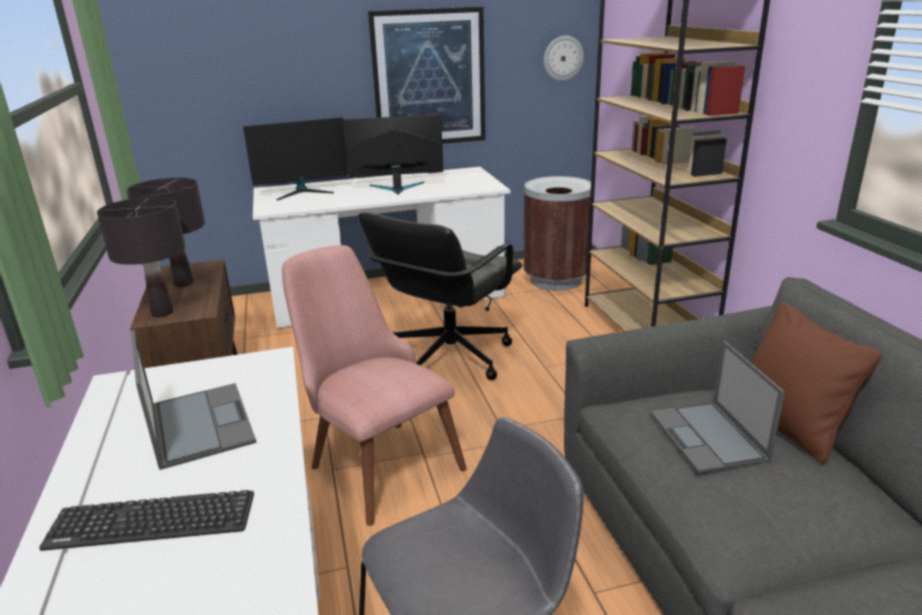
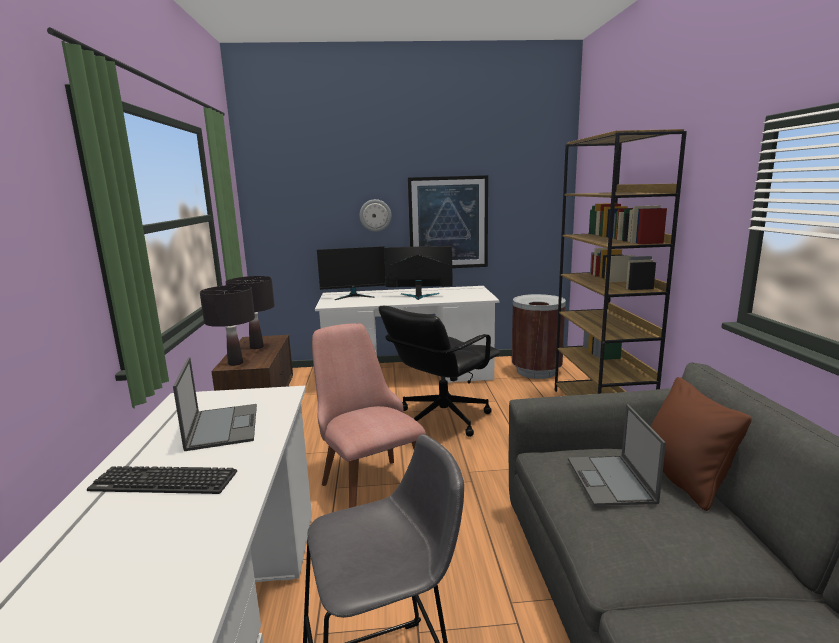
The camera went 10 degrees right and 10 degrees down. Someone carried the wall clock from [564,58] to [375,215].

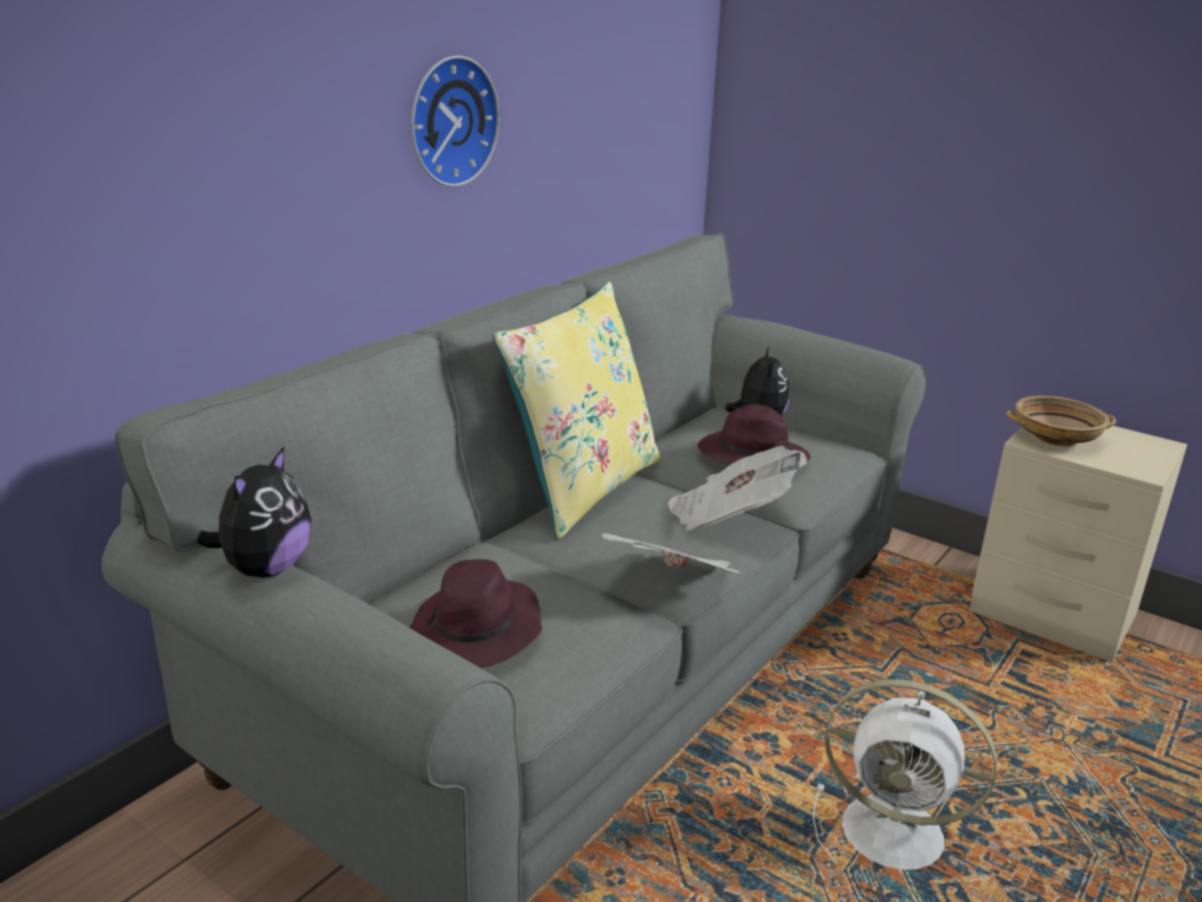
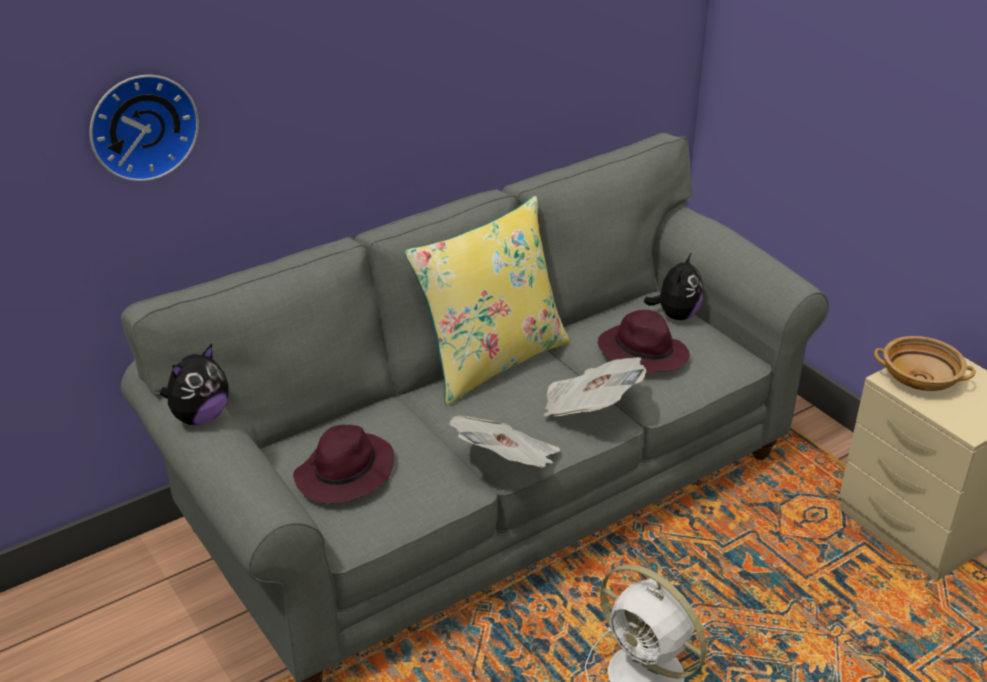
The camera went 20 degrees right and 10 degrees up. Someone carried the wall clock from [455,121] to [144,128].

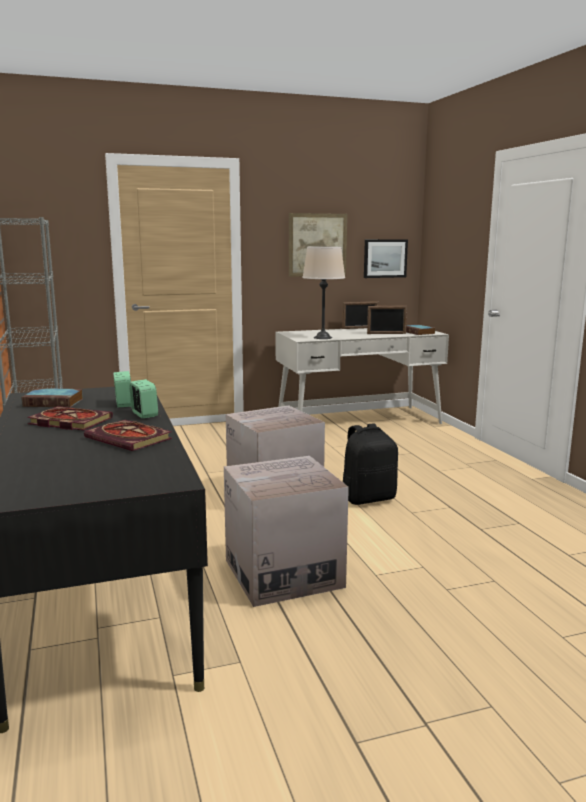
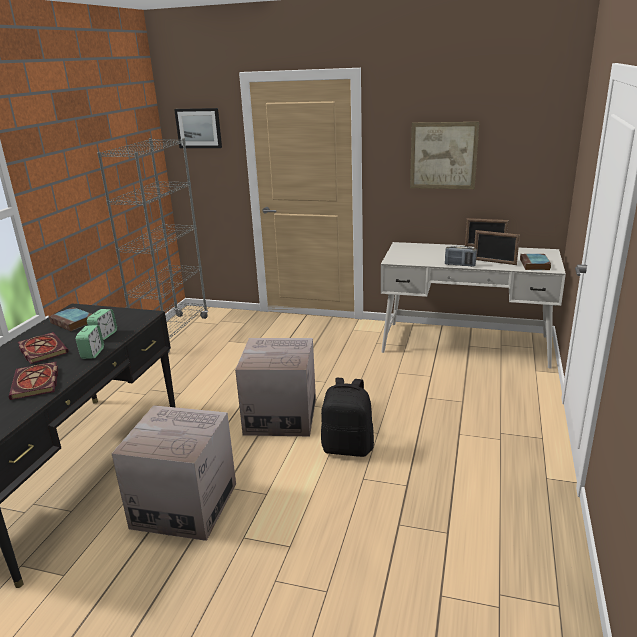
The camera went 35 degrees right and 10 degrees up. Someone took away the beige lamp for a table at [323,292]. Someone put down the radio at [461,256]. Someone carried the wall art from [386,258] to [198,128].

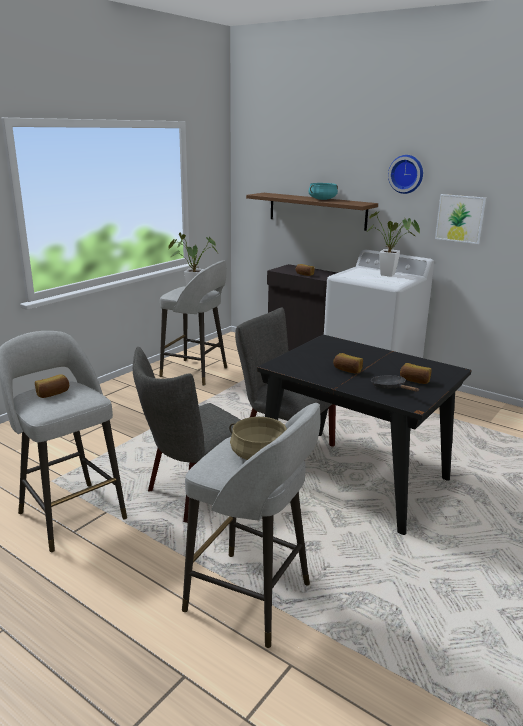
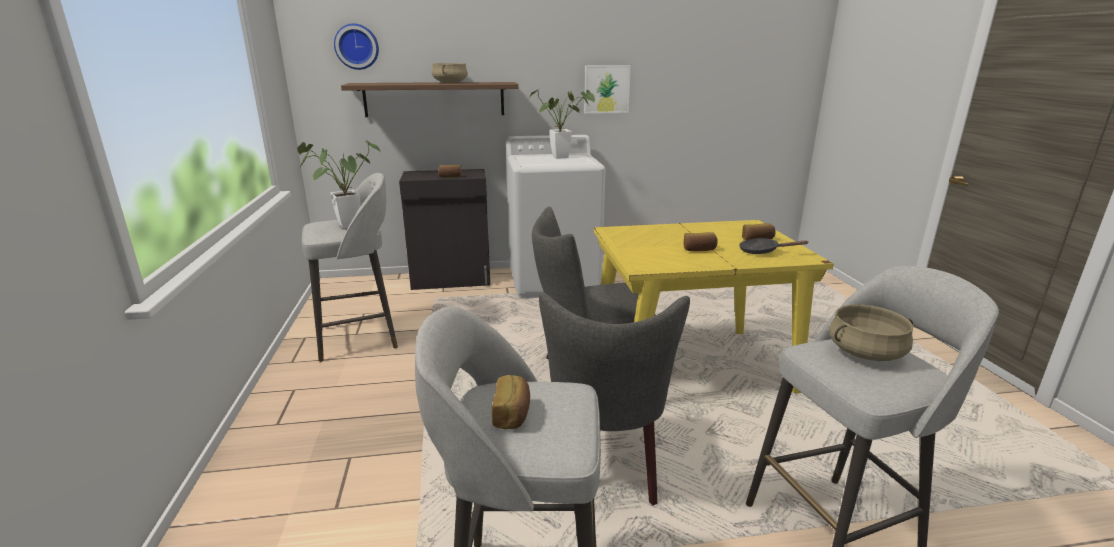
The camera went 45 degrees left and 0 degrees up. Someone carried the wall clock from [405,174] to [356,47]. Someone repainted the black dining table at [364,434], which became the yellowish dining table at [714,307]. Someone repainted the turquoise stockpot at [323,191], which became the beige stockpot at [450,73].

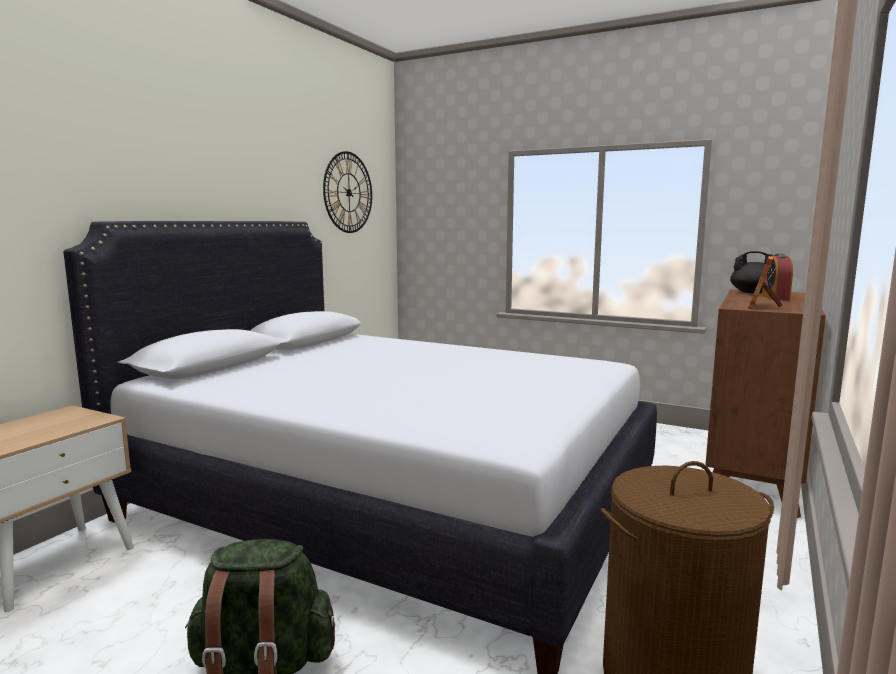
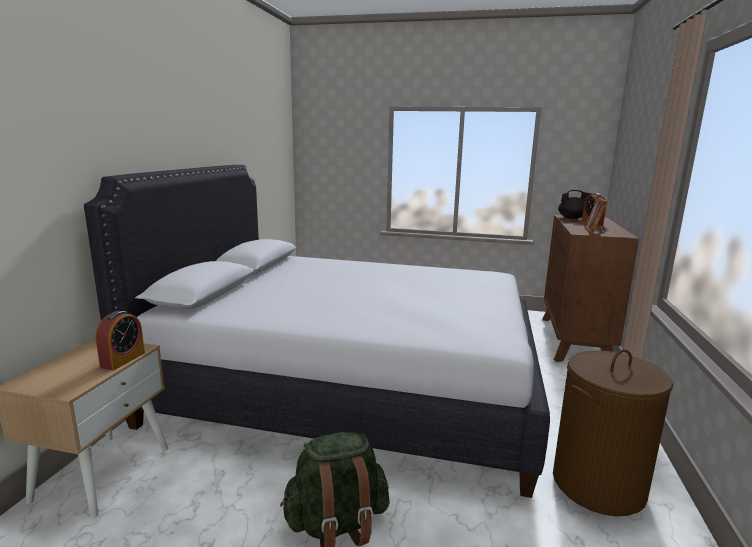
The camera went 15 degrees left and 5 degrees up. Someone took away the wall clock at [347,192]. Someone put down the bedside clock at [120,340].

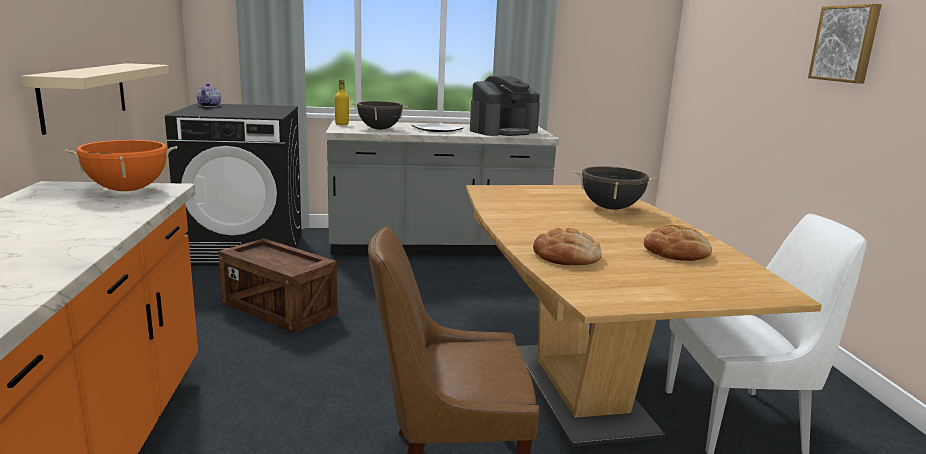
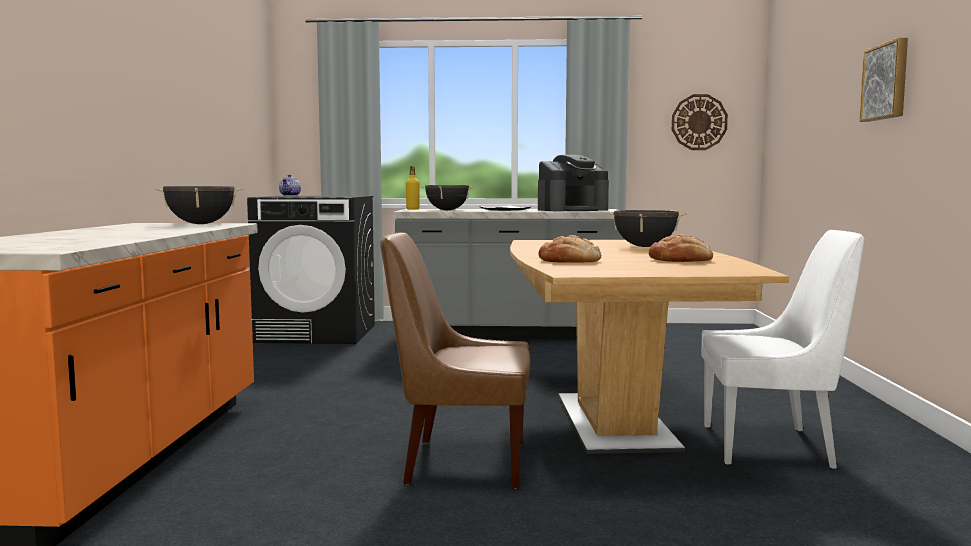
The camera went 10 degrees right and 10 degrees down. Someone took away the beige shelf at [95,99]. Someone took away the shipping crate at [278,285]. Someone put up the wall clock at [700,122]. Someone repainted the orangey stockpot at [121,165], which became the black stockpot at [198,205].

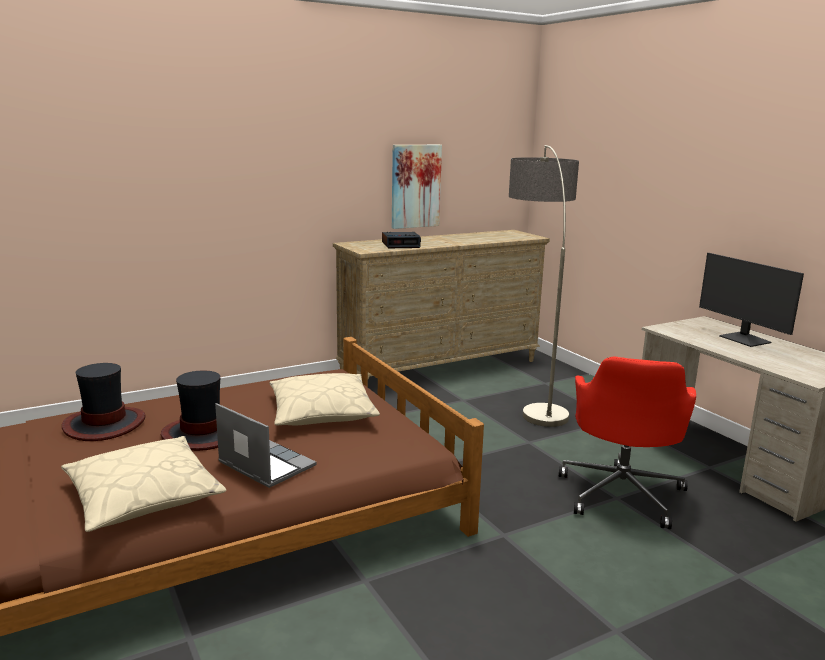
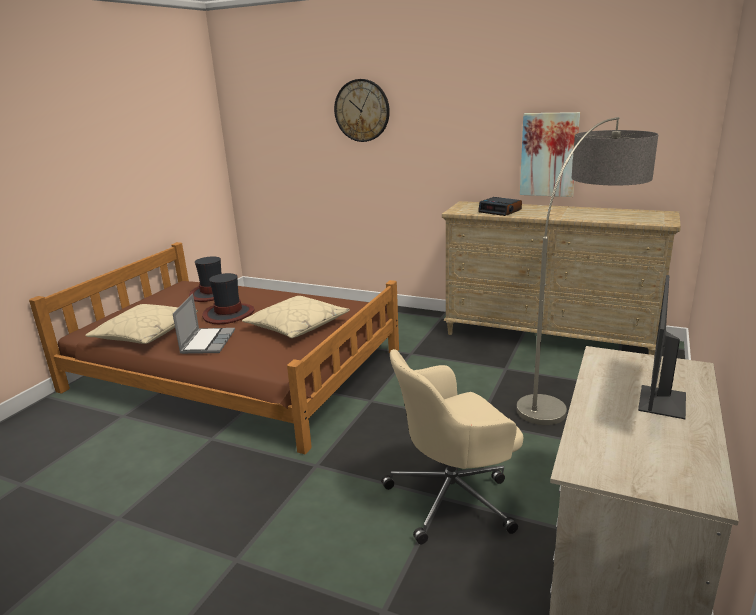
The camera went 55 degrees right and 5 degrees up. Someone put up the wall clock at [362,110]. Someone repainted the red computer chair at [627,442], which became the beige computer chair at [452,446].

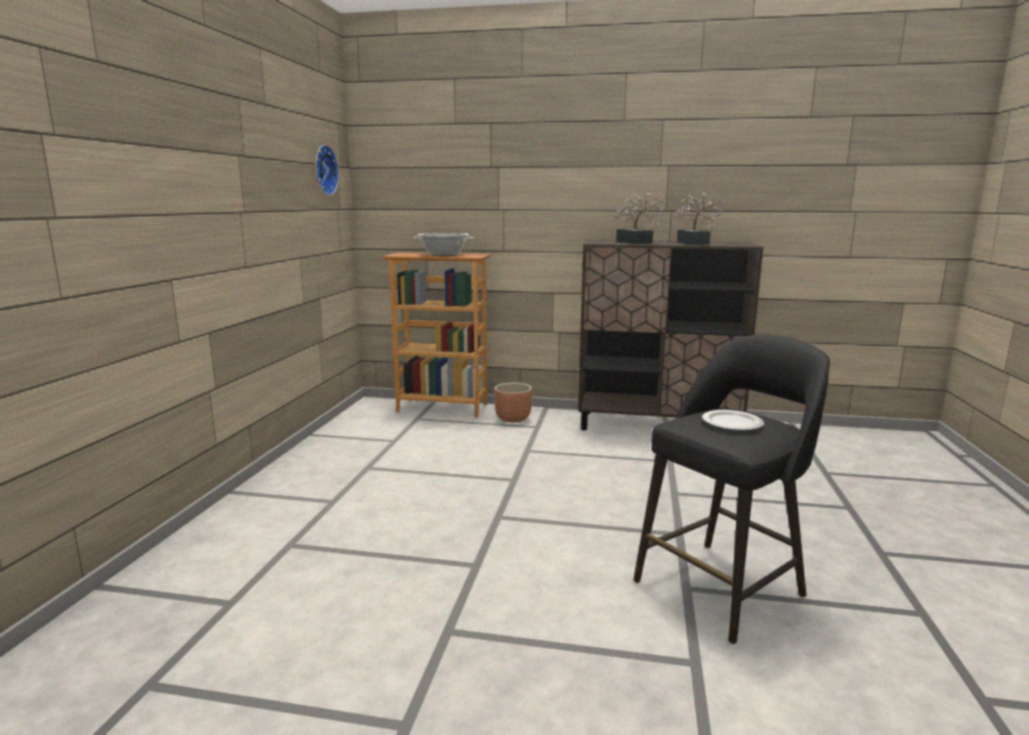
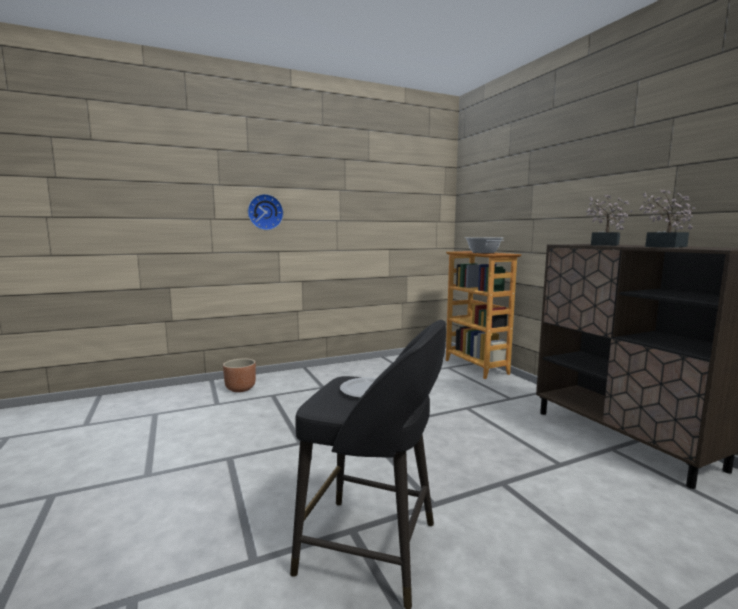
The camera went 55 degrees right and 5 degrees down. Someone carried the wall clock from [327,170] to [266,212]. Someone carried the brown-coloured planter from [513,402] to [239,375].

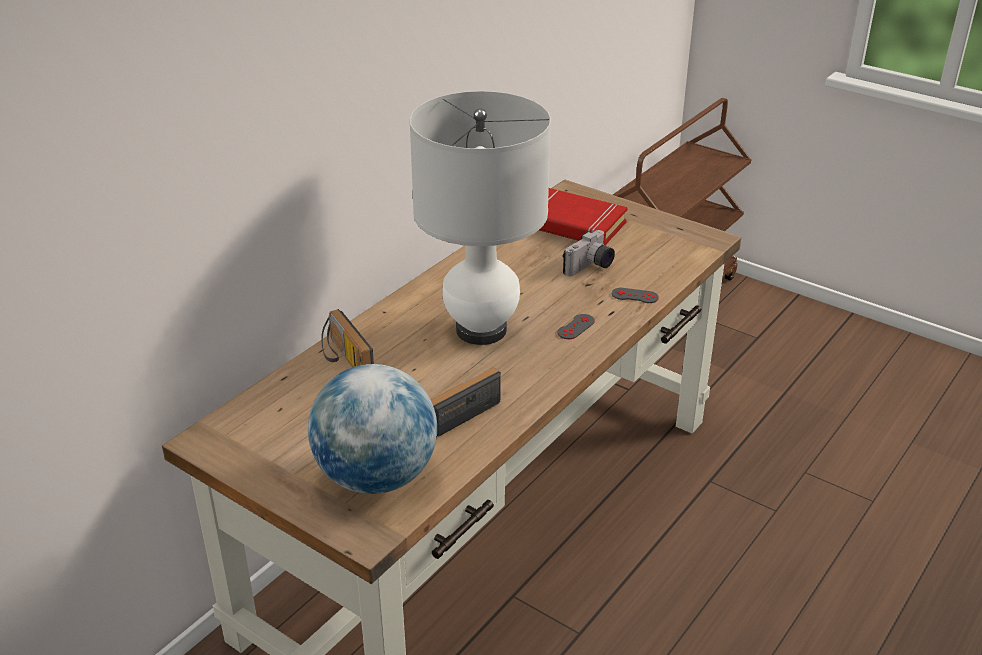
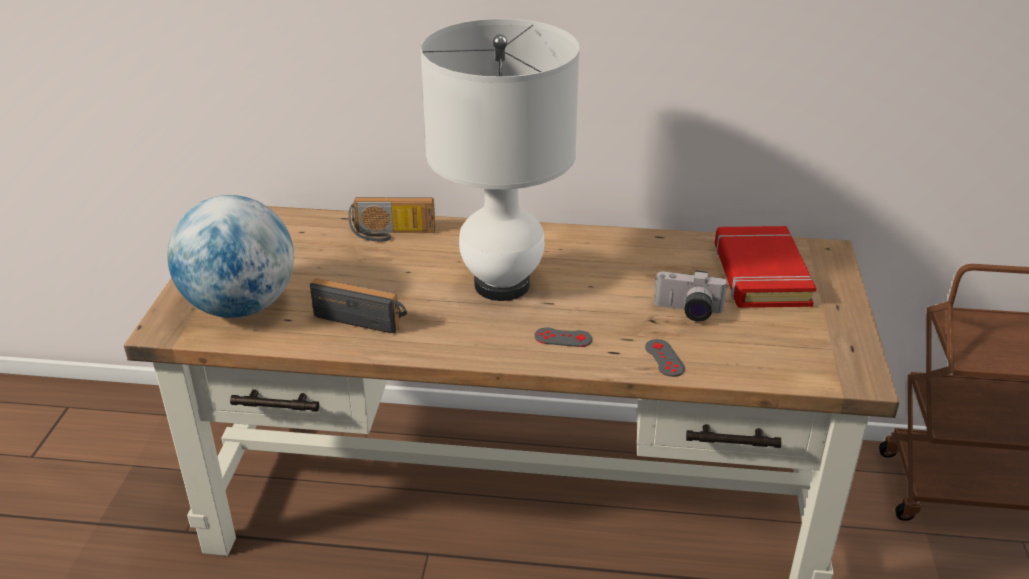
The camera went 60 degrees right and 0 degrees up. Someone rotated the radio at [347,338] by 120 degrees counterclockwise.

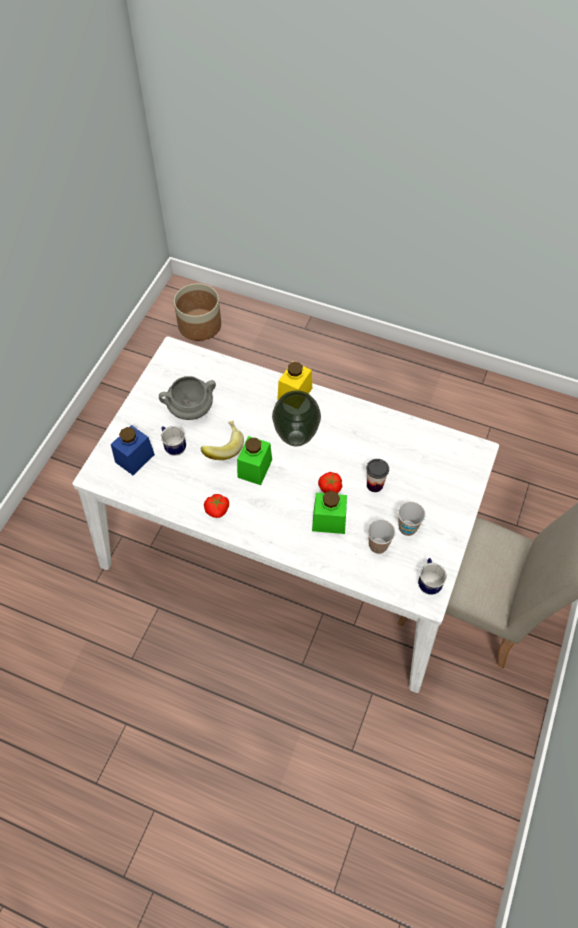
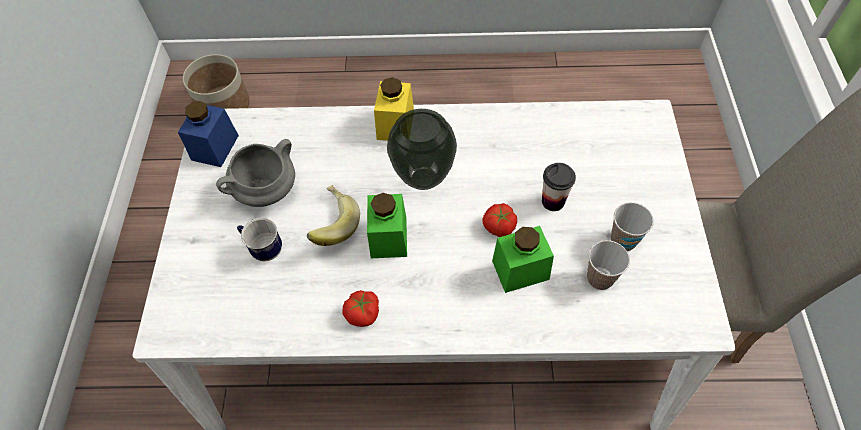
The camera went 20 degrees left and 0 degrees up. Someone took away the mug at [432,576]. Someone carried the blue preserve jar from [133,450] to [208,134].

